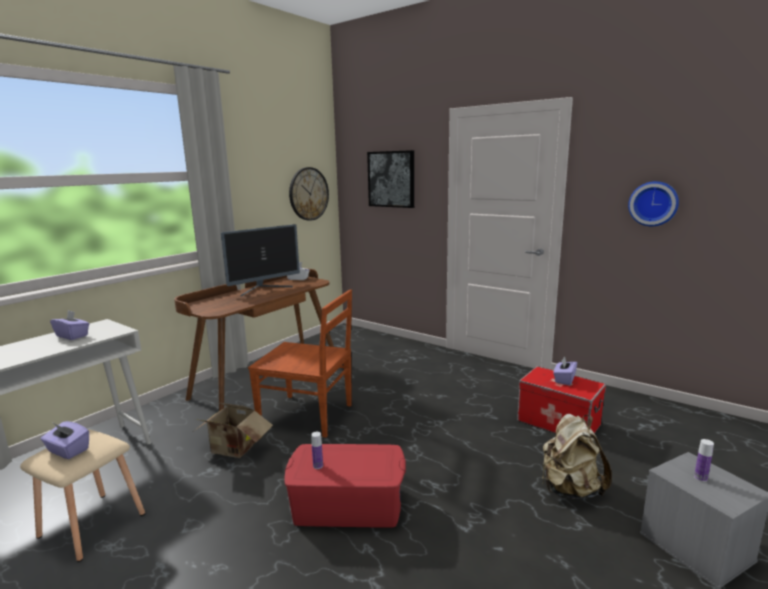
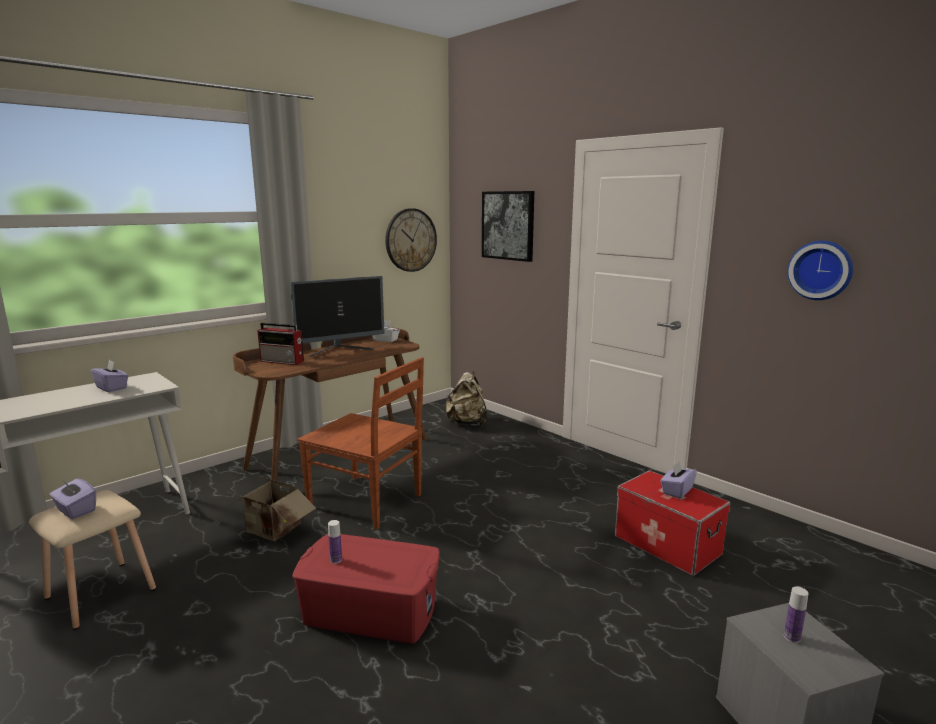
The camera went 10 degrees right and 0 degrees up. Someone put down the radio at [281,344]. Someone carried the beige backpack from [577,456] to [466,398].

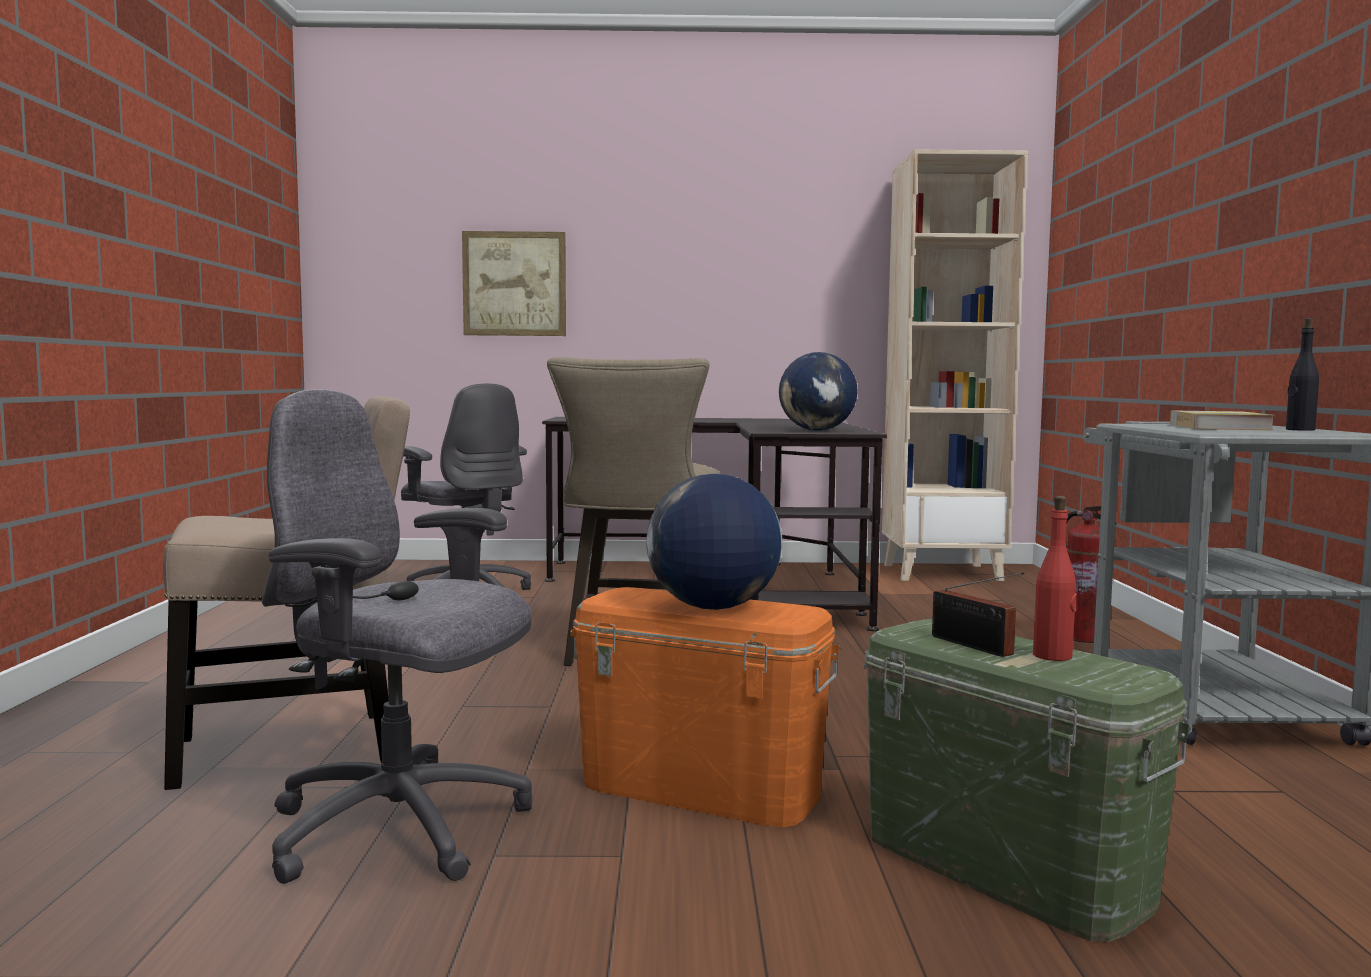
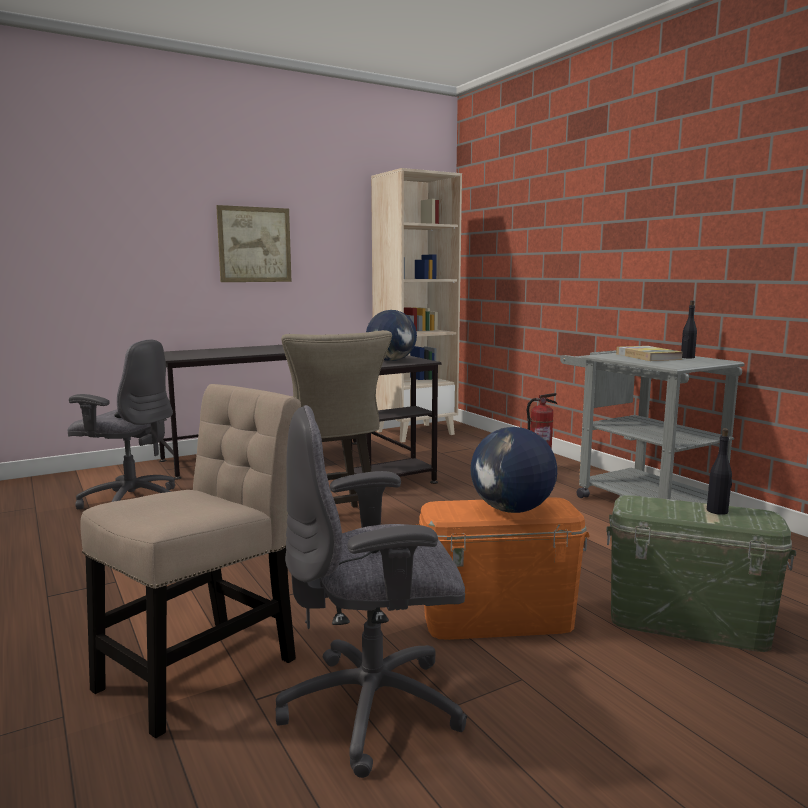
The camera went 30 degrees left and 5 degrees up. Someone took away the radio at [978,614]. Someone carried the wall art from [514,283] to [254,243]. Someone repainted the red bottle at [1055,578], which became the black bottle at [719,471].

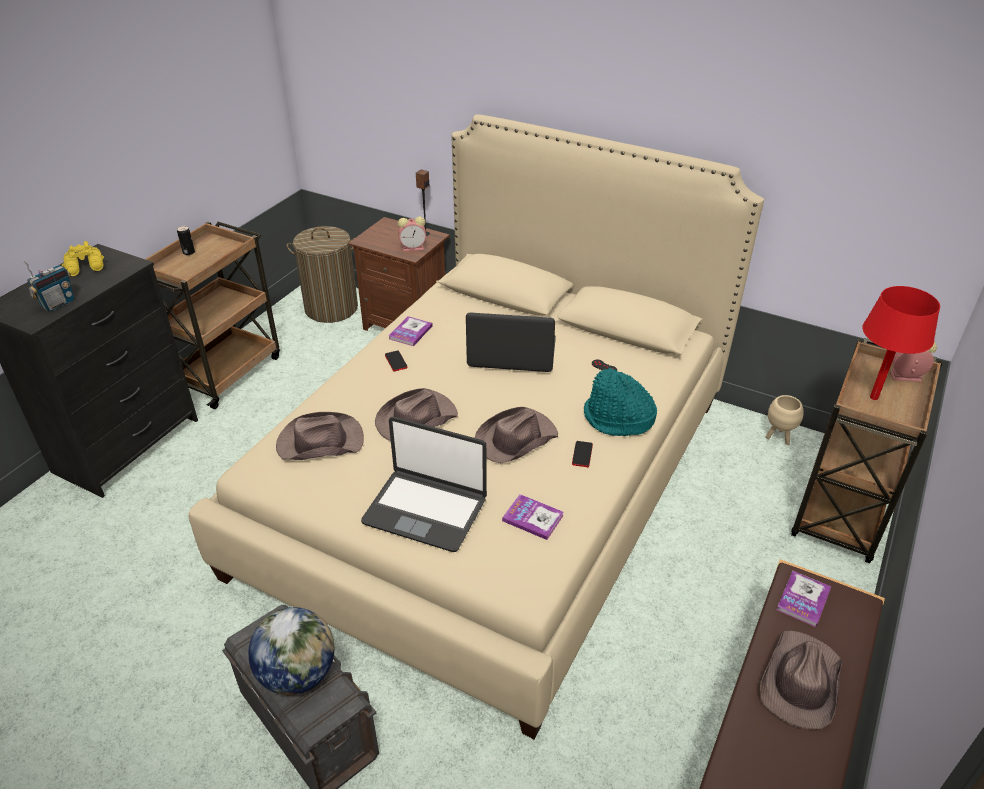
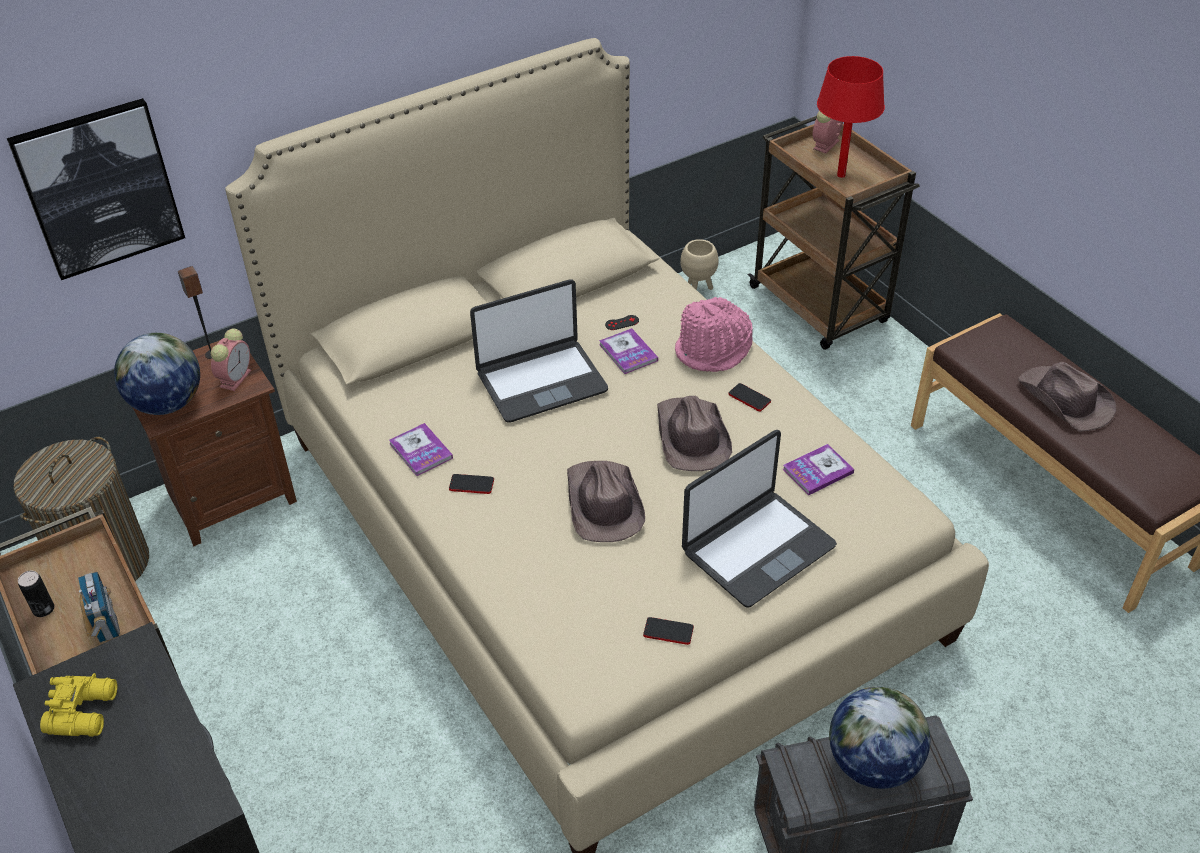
The camera went 60 degrees left and 5 degrees up. Someone took away the brown-coloured hat at [320,436]. Someone put up the wall art at [96,189]. Someone put down the globe at [157,374]. Someone put down the handset at [668,631]. Someone carried the radio from [48,286] to [99,607]. Someone carried the volume from [803,599] to [628,351]. Someone repainted the turquoise hat at [620,402], which became the pink hat at [714,334]. Someone rotated the portable computer at [511,342] by 150 degrees counterclockwise.

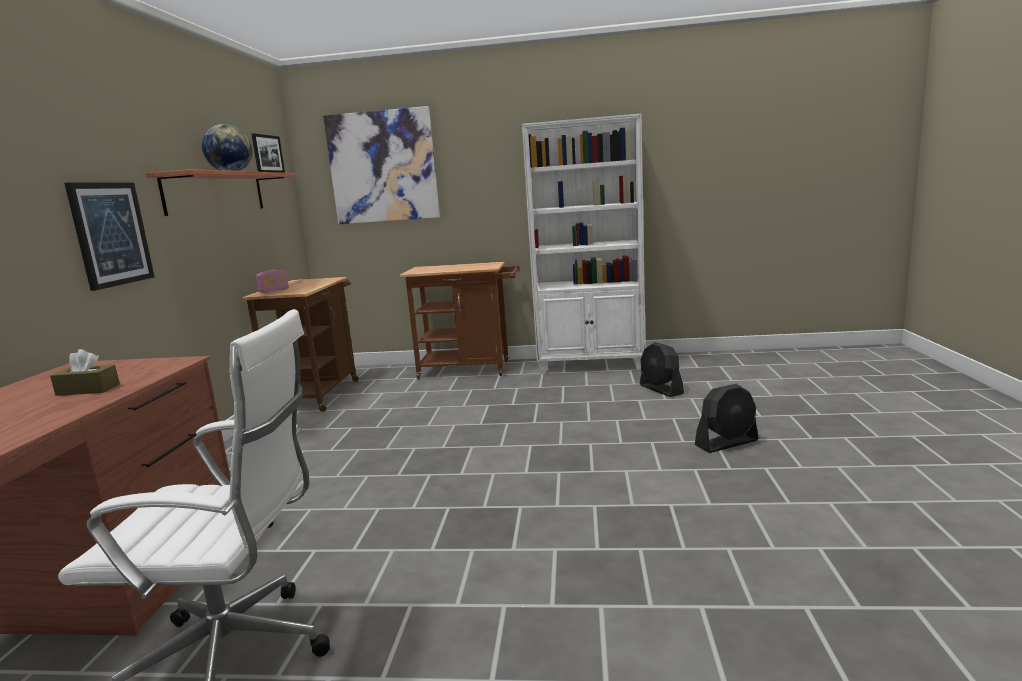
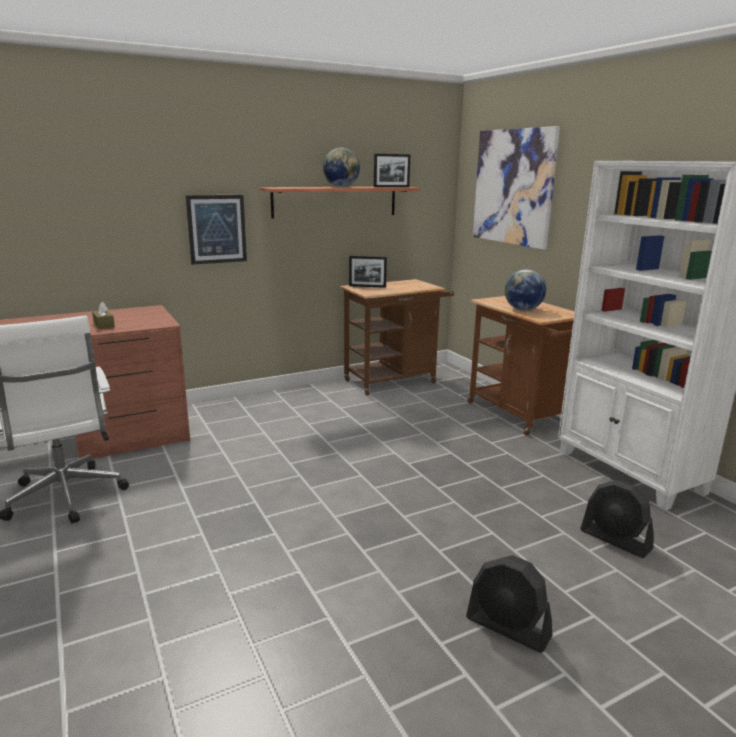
The camera went 55 degrees right and 5 degrees up. Someone put down the globe at [525,290]. Someone swapped the radio at [272,281] for the standing frame at [368,272]. Someone rotated the black fan at [662,369] by 75 degrees counterclockwise.

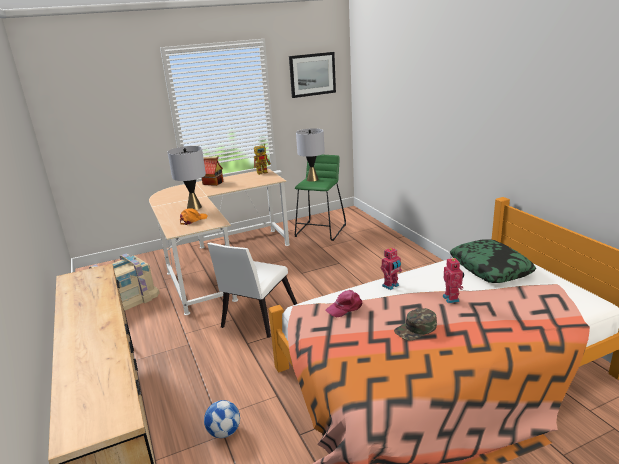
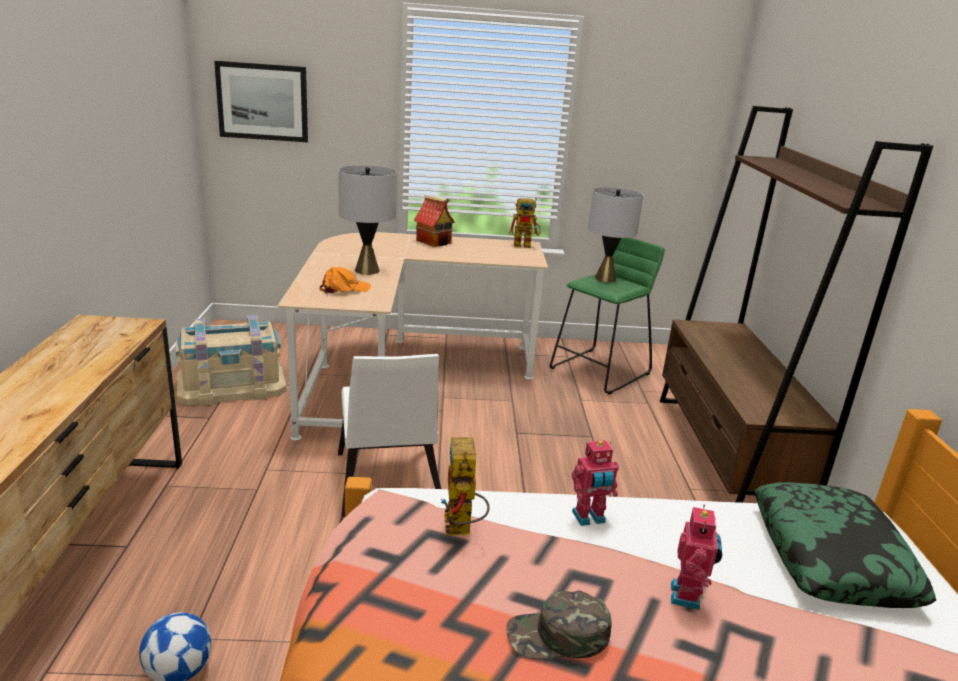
The camera went 20 degrees right and 0 degrees up. Someone put down the brown-coloured bookshelf at [796,304]. Someone carried the wall art from [312,75] to [261,101]. Someone swapped the pink cap at [344,304] for the model robot at [465,486]. Someone rotated the white plain chair at [252,290] by 60 degrees counterclockwise.

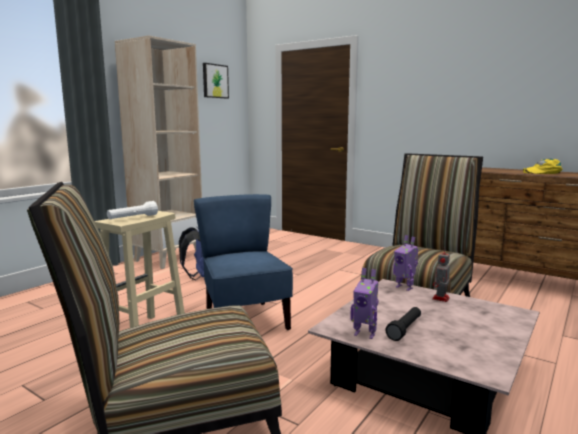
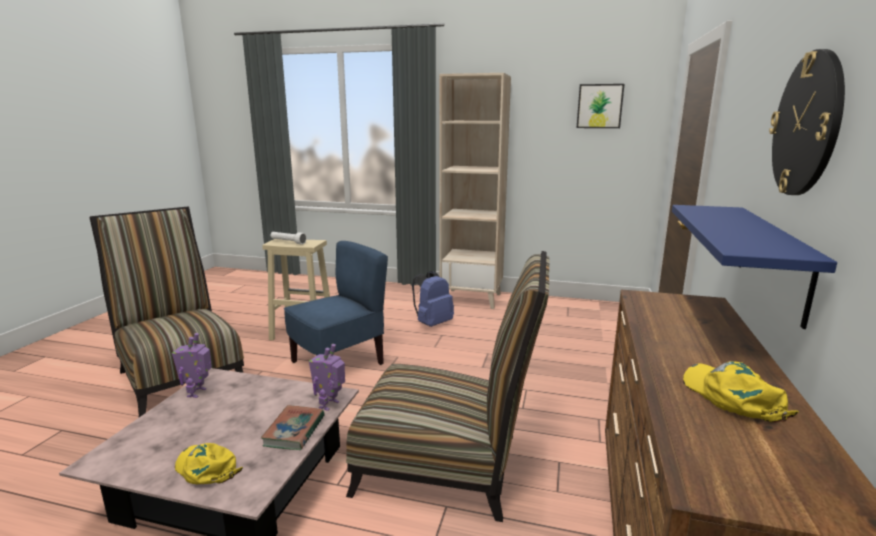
The camera went 70 degrees right and 5 degrees up. Someone took away the black hand torch at [403,324]. Someone put down the yellowish cap at [209,463]. Someone put up the blue shelf at [754,267]. Someone put up the wall clock at [807,122]. Someone swapped the model robot at [441,275] for the volume at [293,427].

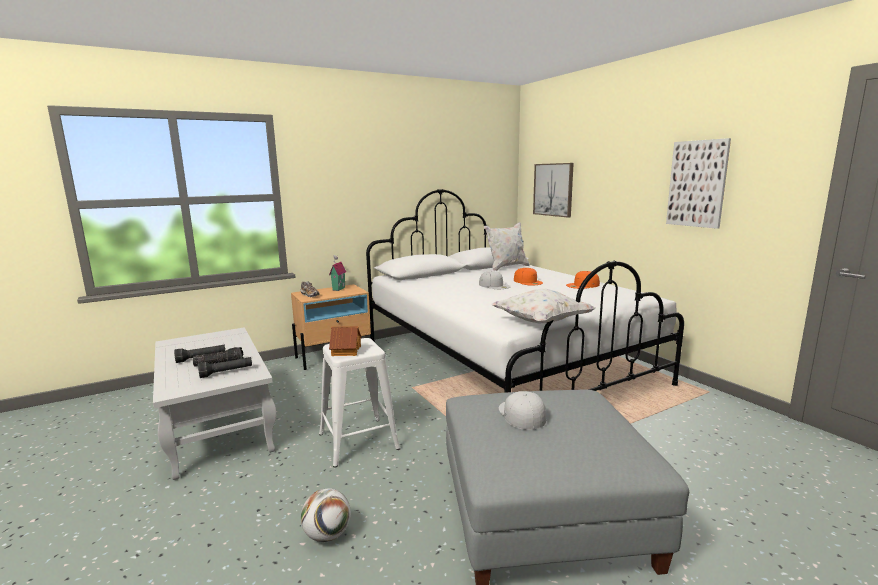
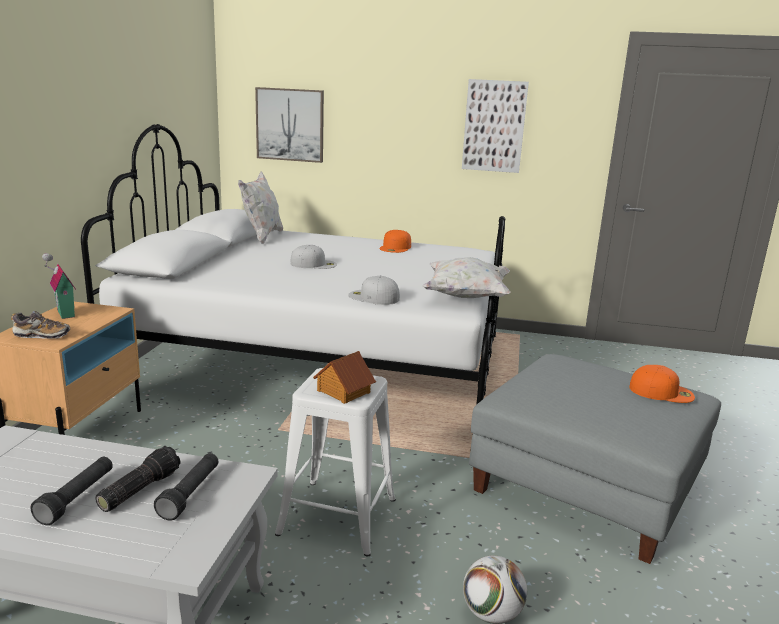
The camera went 50 degrees left and 5 degrees up. Someone carried the white cap from [522,410] to [374,290]. Someone carried the orangey cap from [528,277] to [662,384].

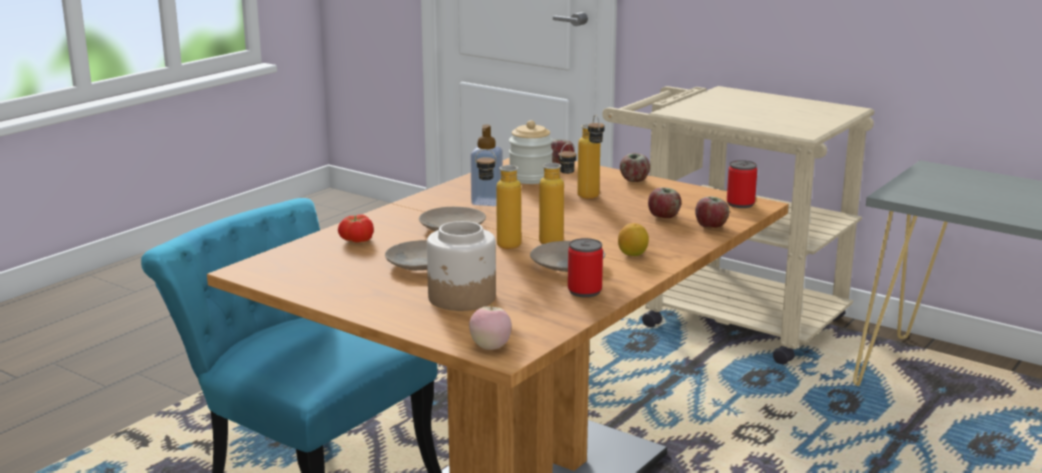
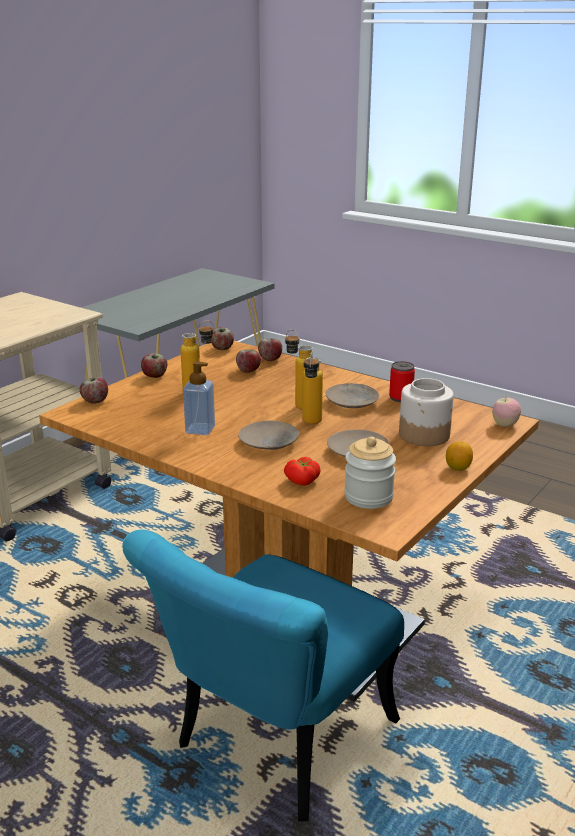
The camera went 90 degrees left and 5 degrees up. Someone carried the preserve jar from [531,152] to [370,472]. Someone carried the lemon from [633,239] to [459,456]. Someone swapped the metal can at [742,184] for the apple at [223,338].

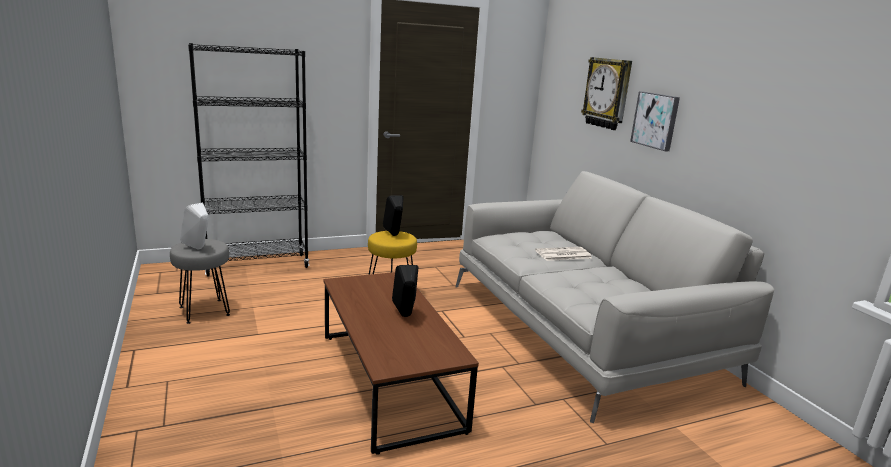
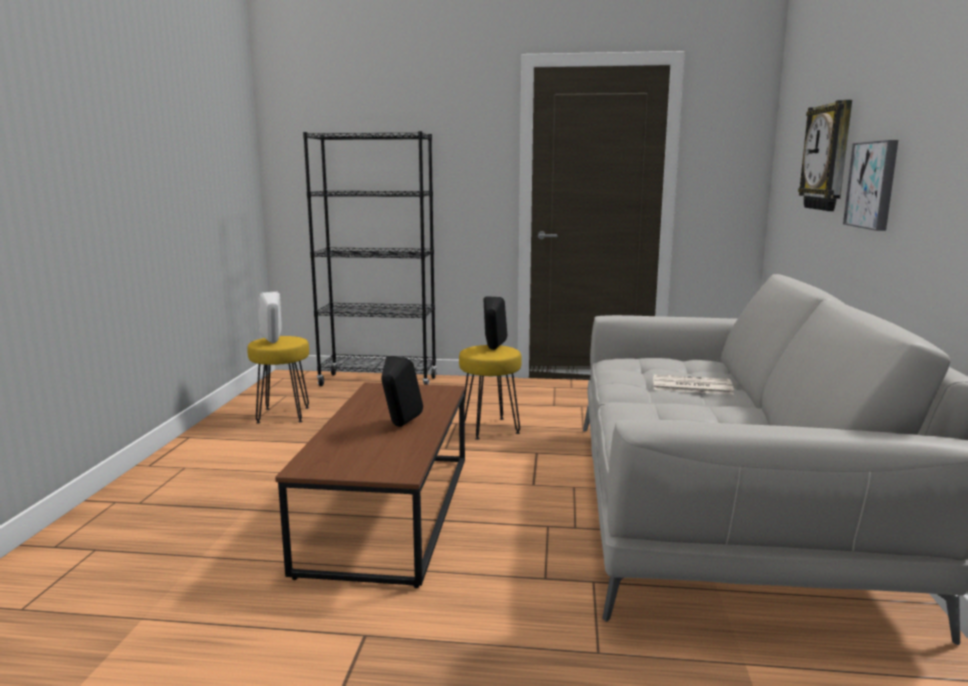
The camera went 30 degrees right and 5 degrees down. Someone repainted the grey stool seat at [200,281], which became the yellowish stool seat at [278,380].

